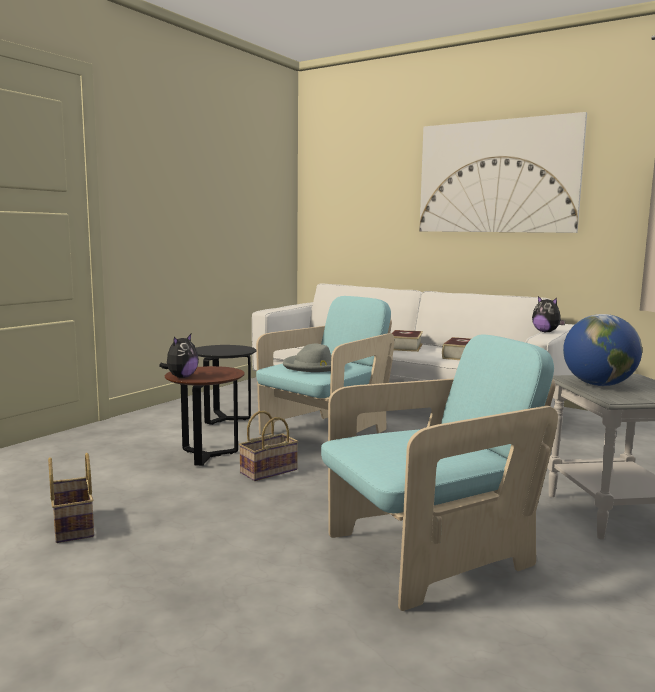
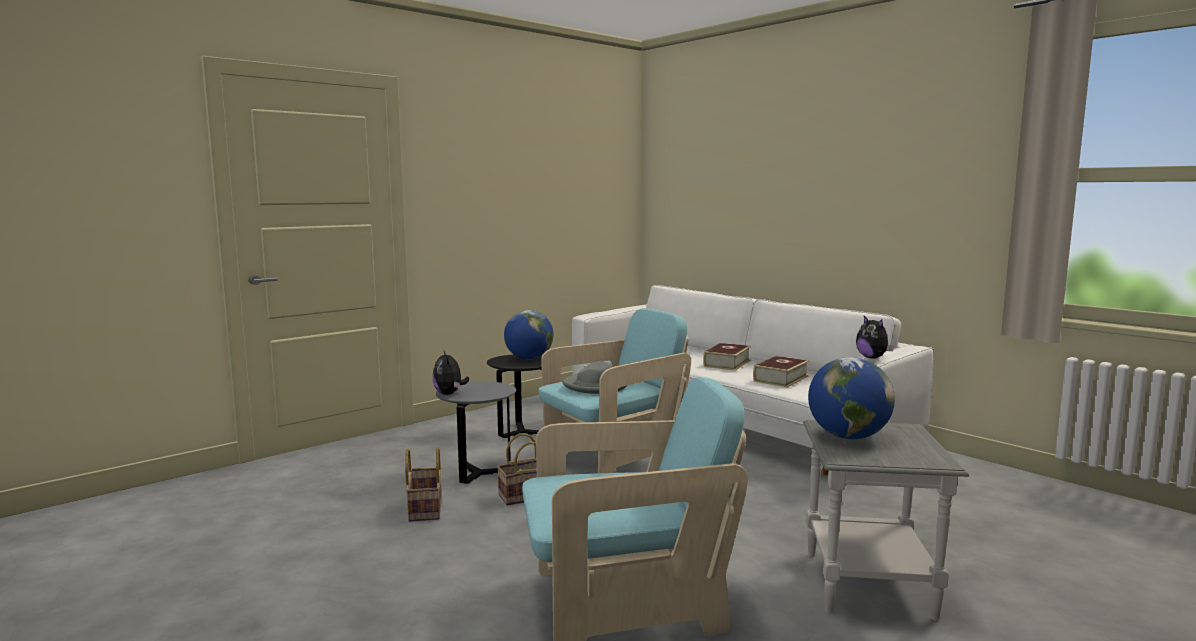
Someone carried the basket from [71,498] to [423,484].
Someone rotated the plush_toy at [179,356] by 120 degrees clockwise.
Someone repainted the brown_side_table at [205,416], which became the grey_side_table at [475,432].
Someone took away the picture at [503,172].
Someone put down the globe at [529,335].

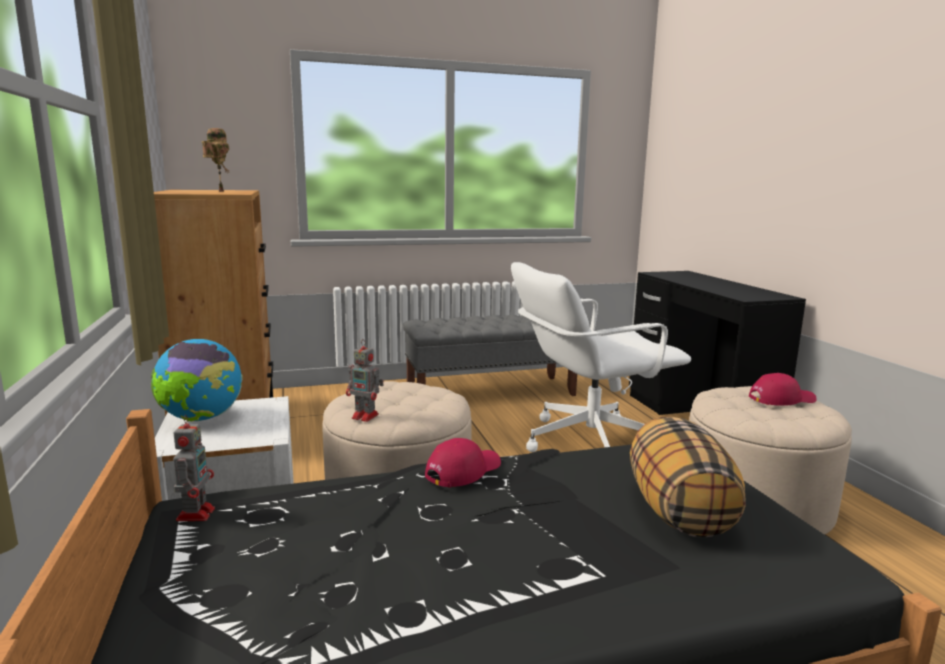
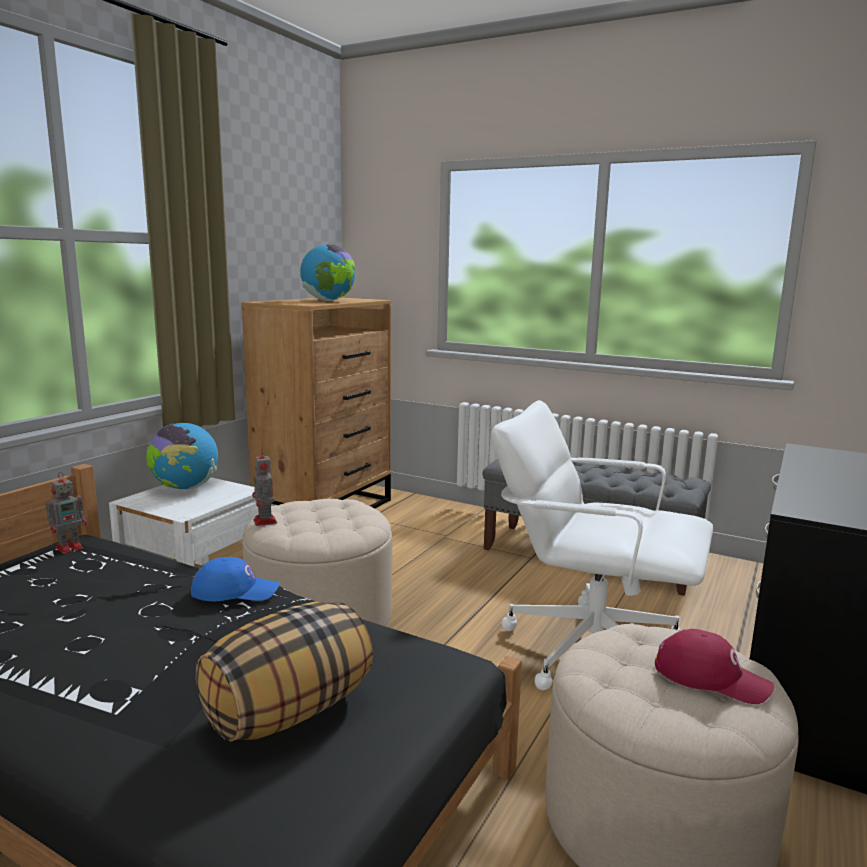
Someone swapped the toy_robot at [215,160] for the globe at [327,273].
Someone repainted the red_cap at [463,463], which became the blue_cap at [235,579].

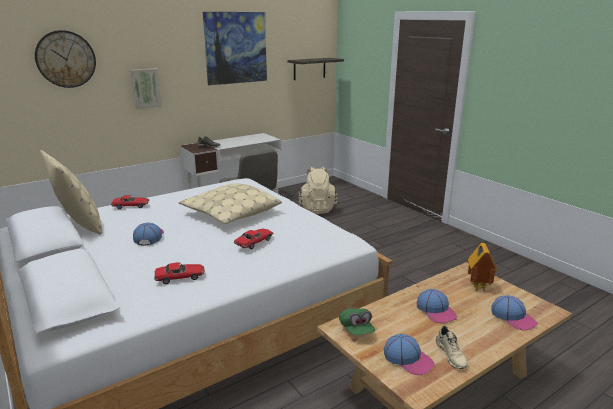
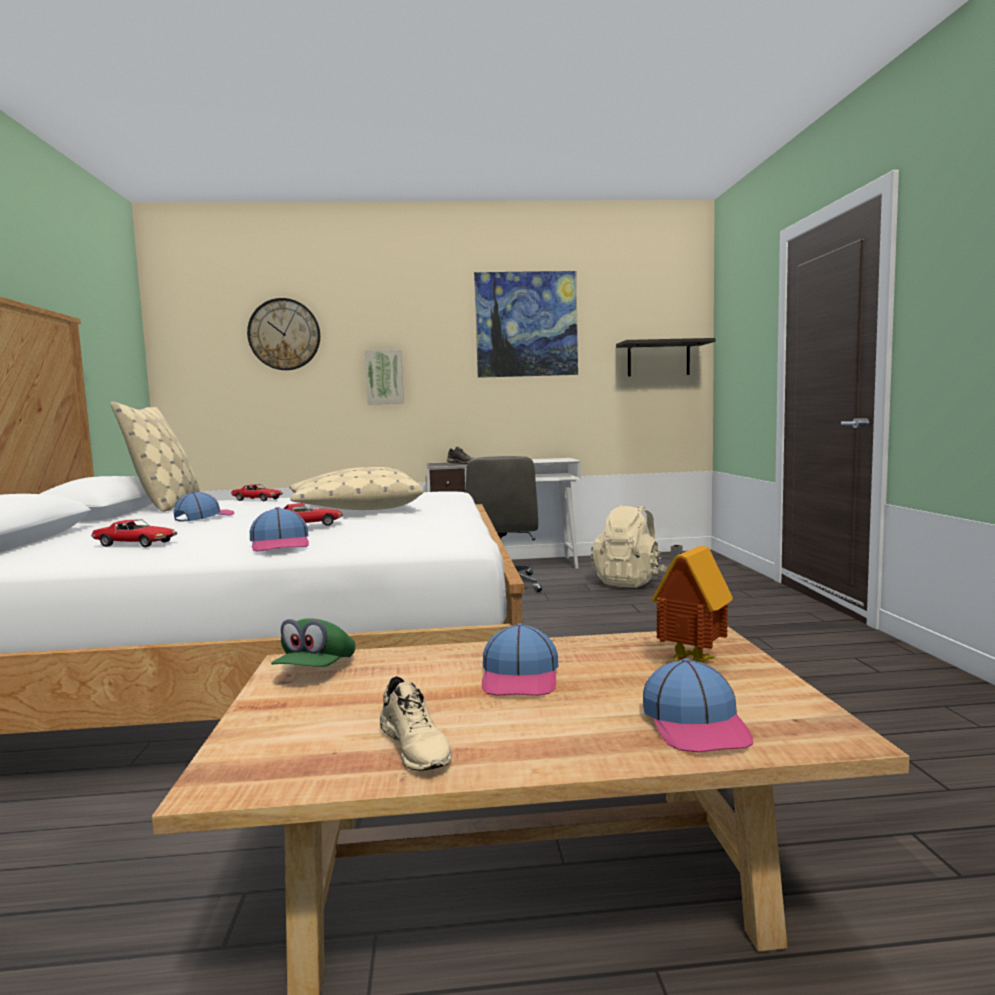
Someone carried the cap from [409,354] to [279,529].
Someone rotated the beige_shoe at [452,347] by 45 degrees counterclockwise.

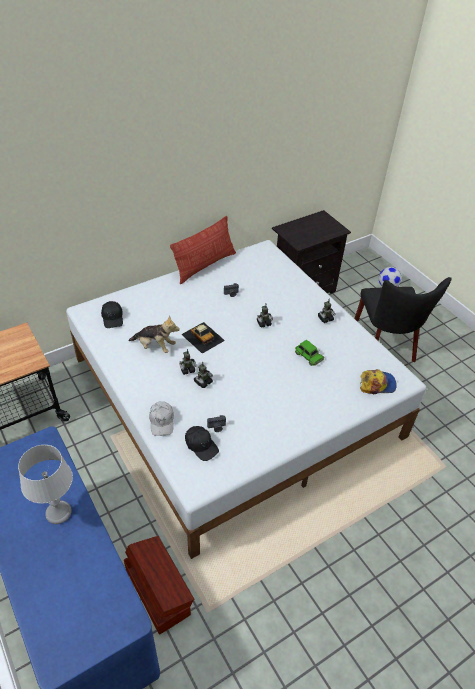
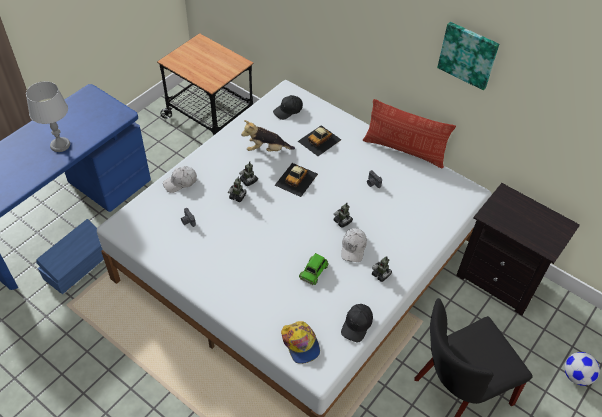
Someone repainted the brown_storage_box at [159,585], which became the blue_storage_box at [70,256].
Someone rotated the plush_toy at [154,334] by 90 degrees clockwise.
Someone carried the black_cap from [202,443] to [357,323].
Someone put down the toy_car at [319,140].
Someone put down the white_cap at [354,245].
Someone put up the picture at [468,56].

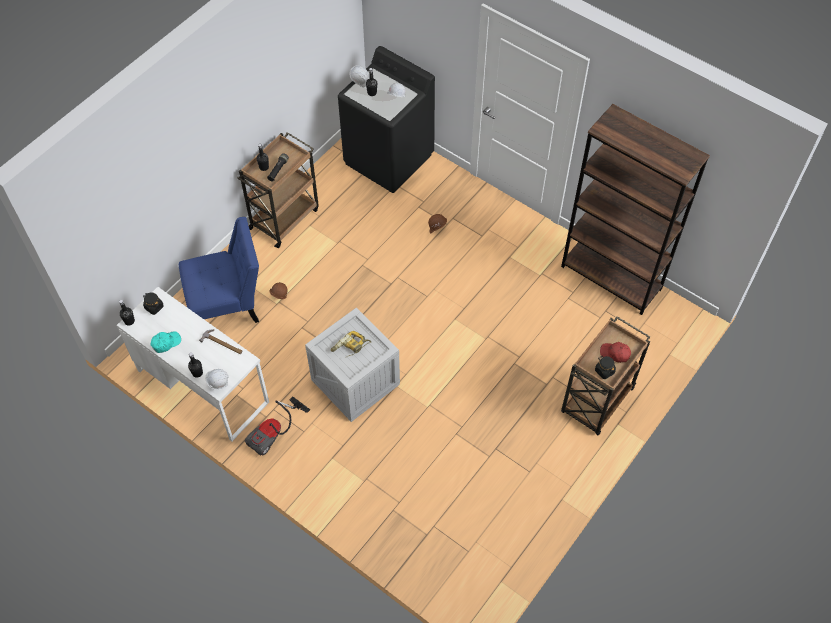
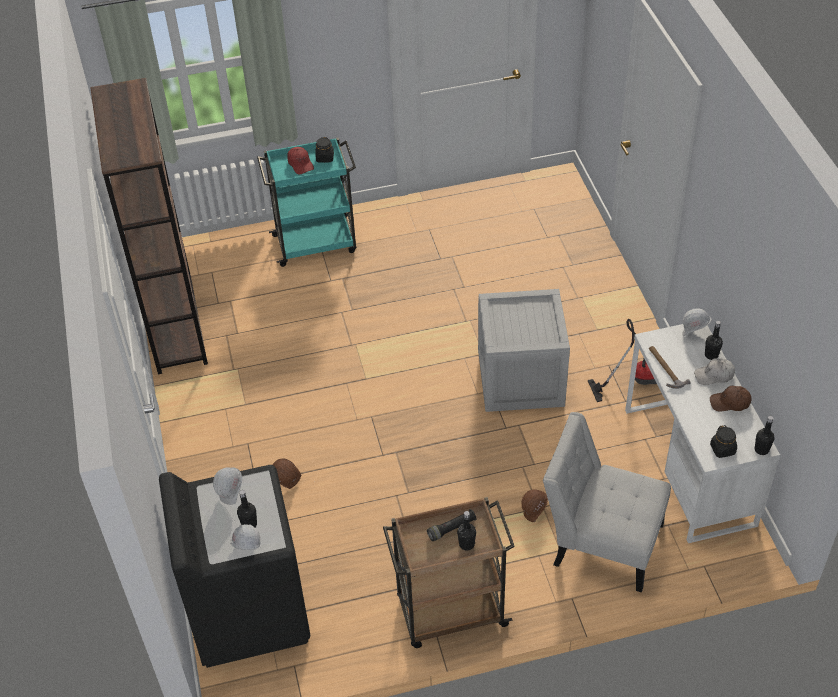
Someone repainted the turquoise_cap at [166,342], which became the brown_cap at [730,398].
Someone repainted the blue_chair at [219,270], which became the white_chair at [607,502].
Someone took away the power_drill at [351,344].
Someone repainted the brown_cart at [605,375], which became the turquoise_cart at [306,202].
Someone put down the white_cap at [714,371].

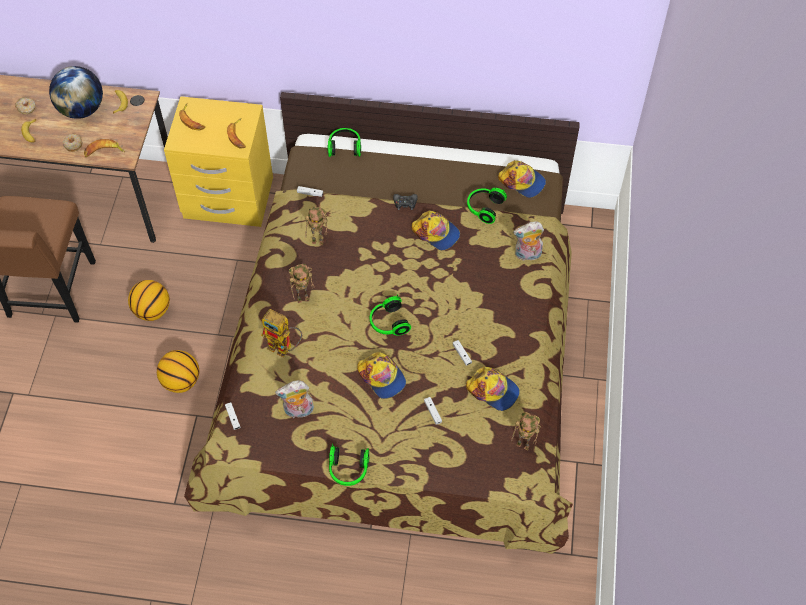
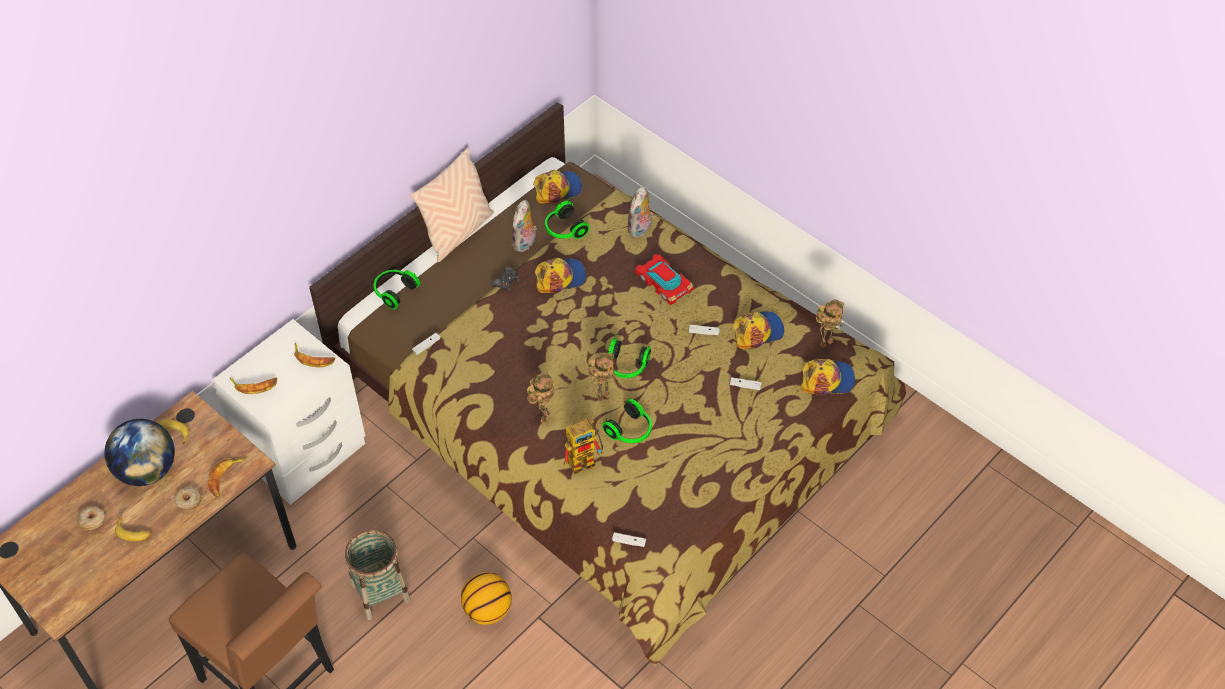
Someone swapped the basketball at [149,300] for the basket at [378,575].
Someone repainted the yellow_nightstand at [218,161], which became the white_nightstand at [288,412].
Someone carried the plush_toy from [294,399] to [524,226].
Someone carried the toy_robot from [316,226] to [602,376].
Someone carried the headphones from [349,465] to [627,421].
Someone carried the cap from [381,375] to [828,377].
Someone put down the beige_pillow at [452,204].
Someone put down the toy_car at [664,279].

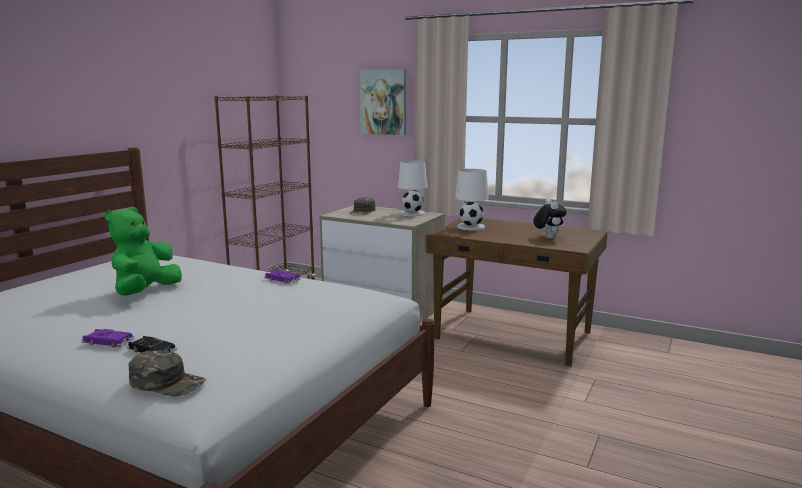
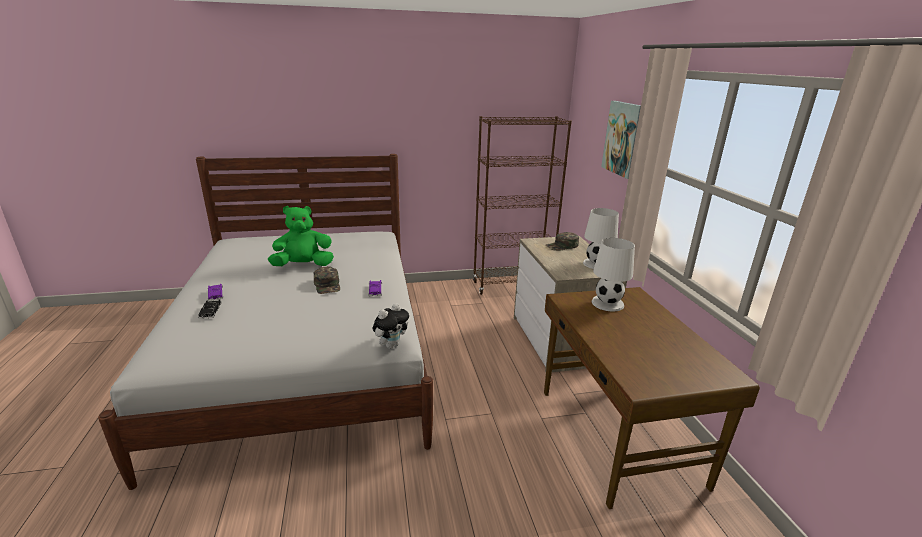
Someone carried the green_cap from [167,373] to [327,280].
Someone carried the plush_toy from [549,219] to [390,326].

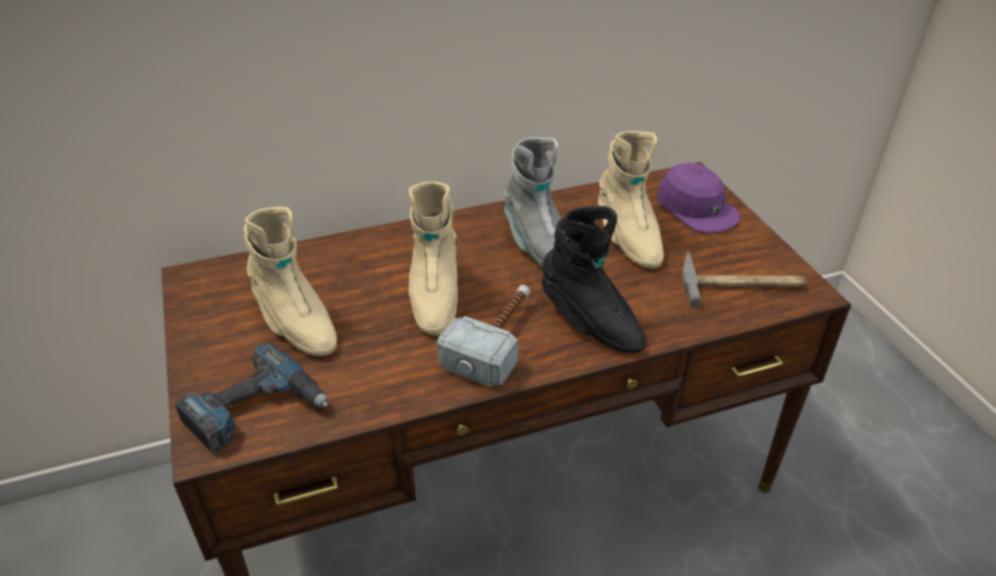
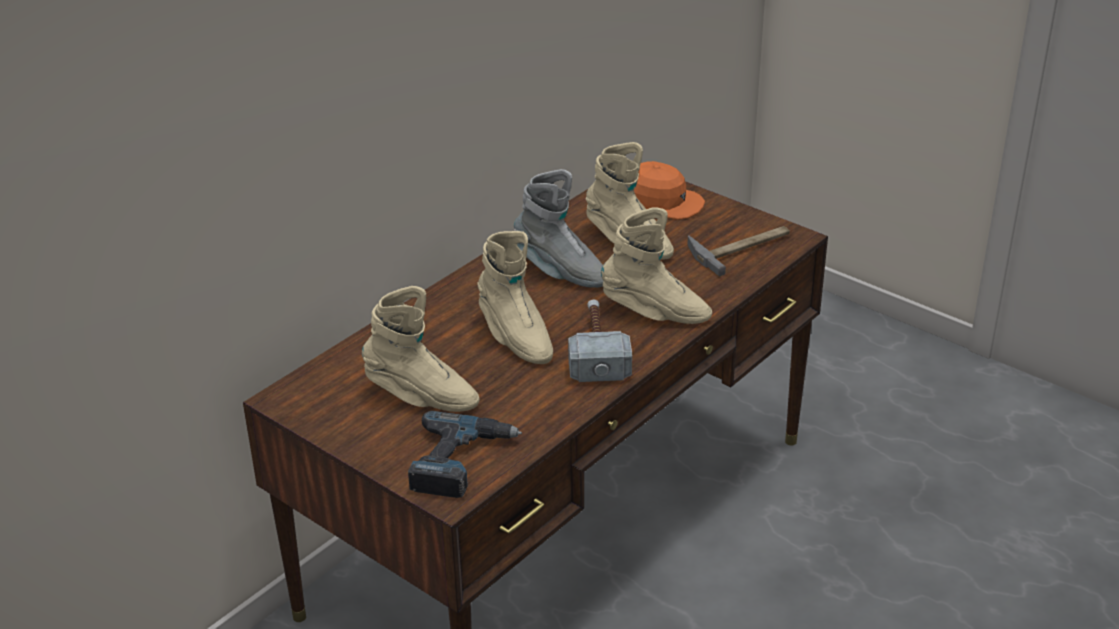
Someone repainted the black_boot at [594,279], which became the beige_boot at [656,265].
Someone repainted the purple_cap at [698,198], which became the orange_cap at [669,190].

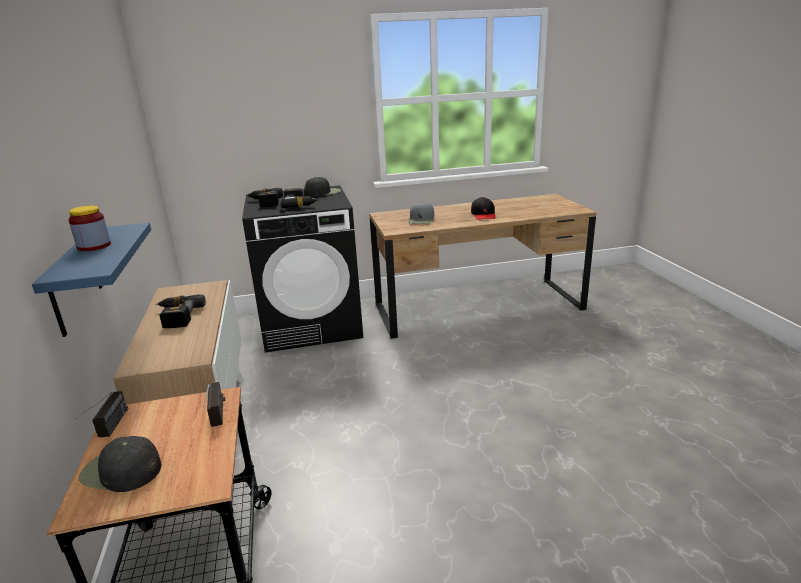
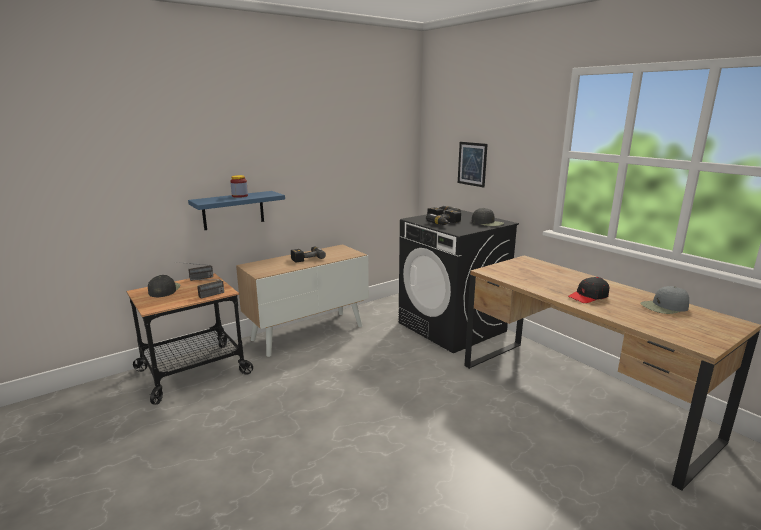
Someone carried the grey_cap from [421,213] to [664,300].
Someone put up the picture at [473,164].

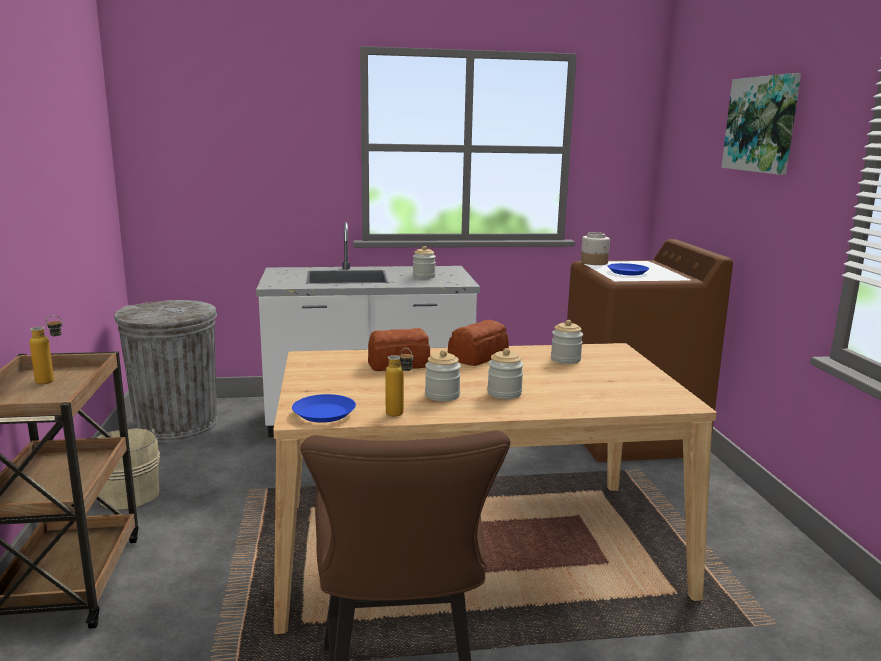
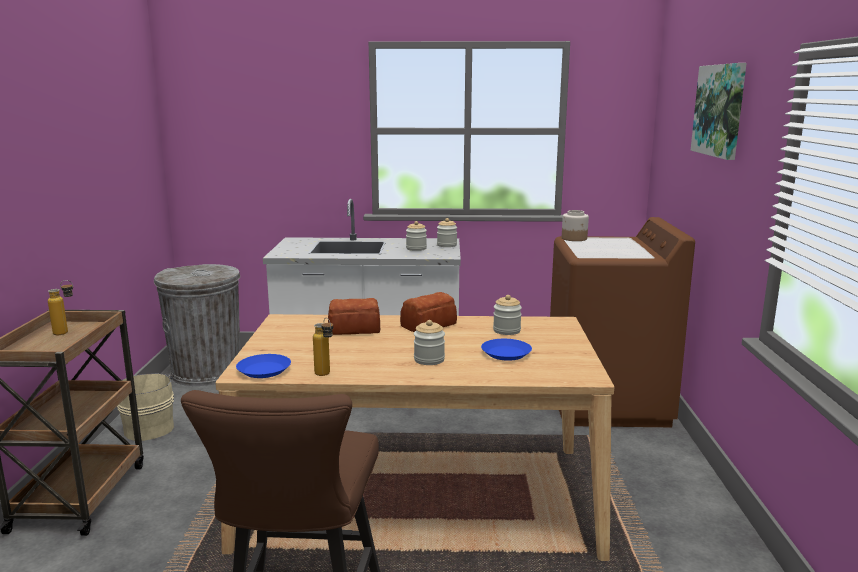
Someone carried the jar from [443,375] to [447,232].
Someone carried the blue_plate from [628,269] to [506,350].

